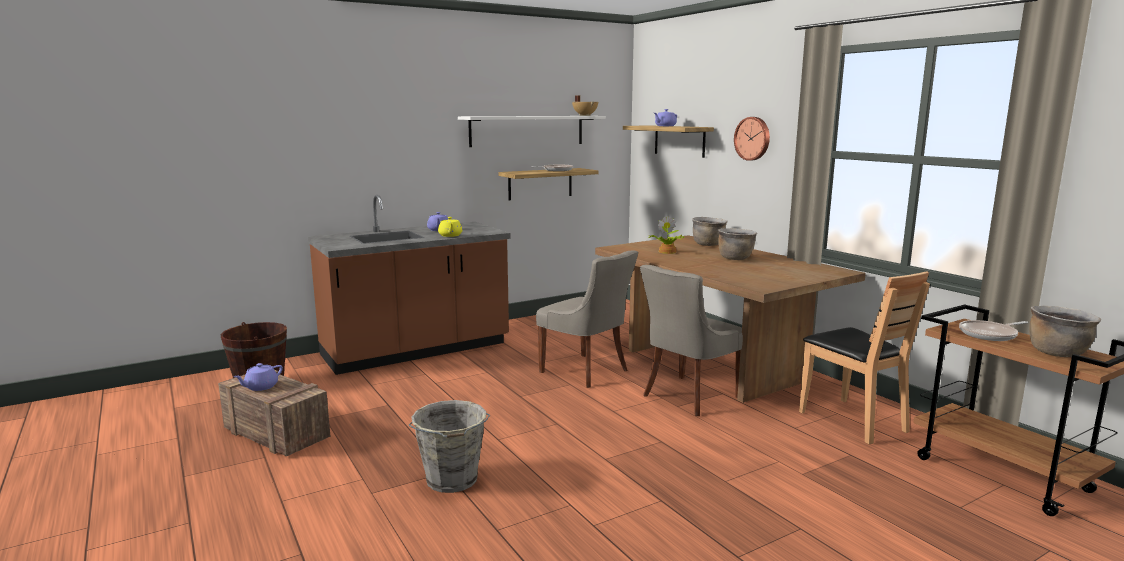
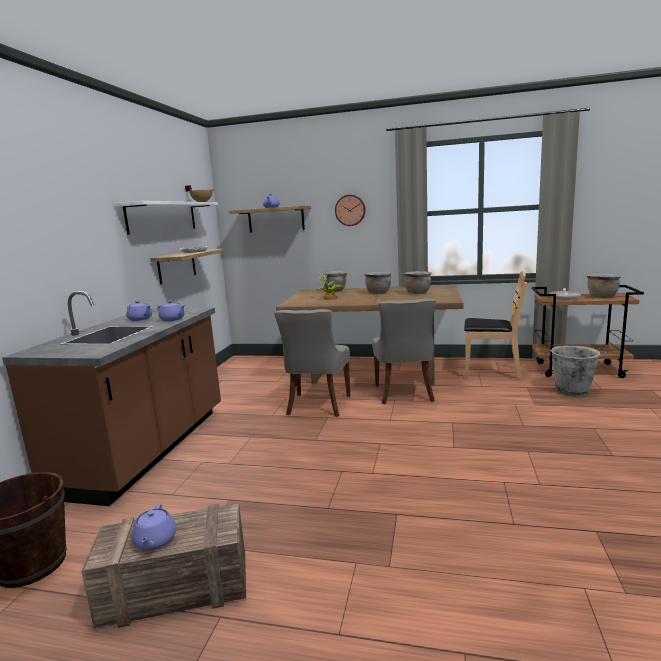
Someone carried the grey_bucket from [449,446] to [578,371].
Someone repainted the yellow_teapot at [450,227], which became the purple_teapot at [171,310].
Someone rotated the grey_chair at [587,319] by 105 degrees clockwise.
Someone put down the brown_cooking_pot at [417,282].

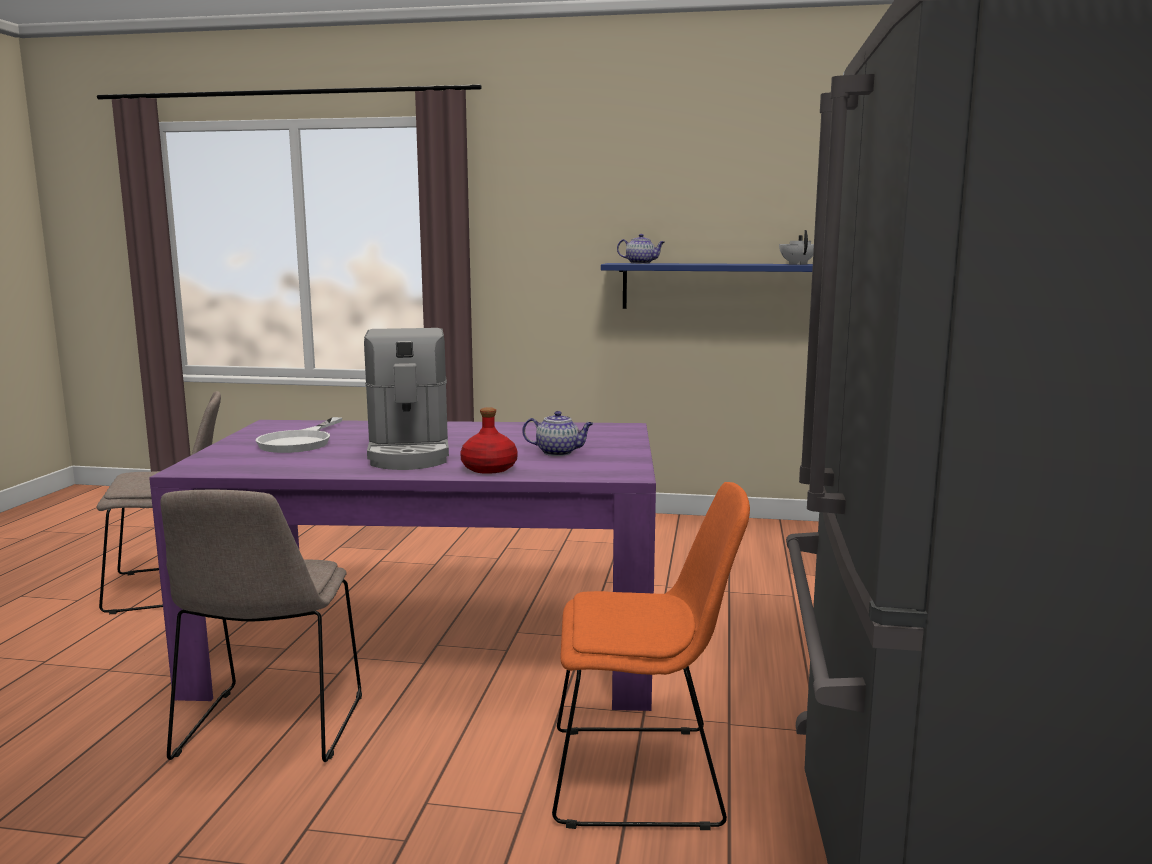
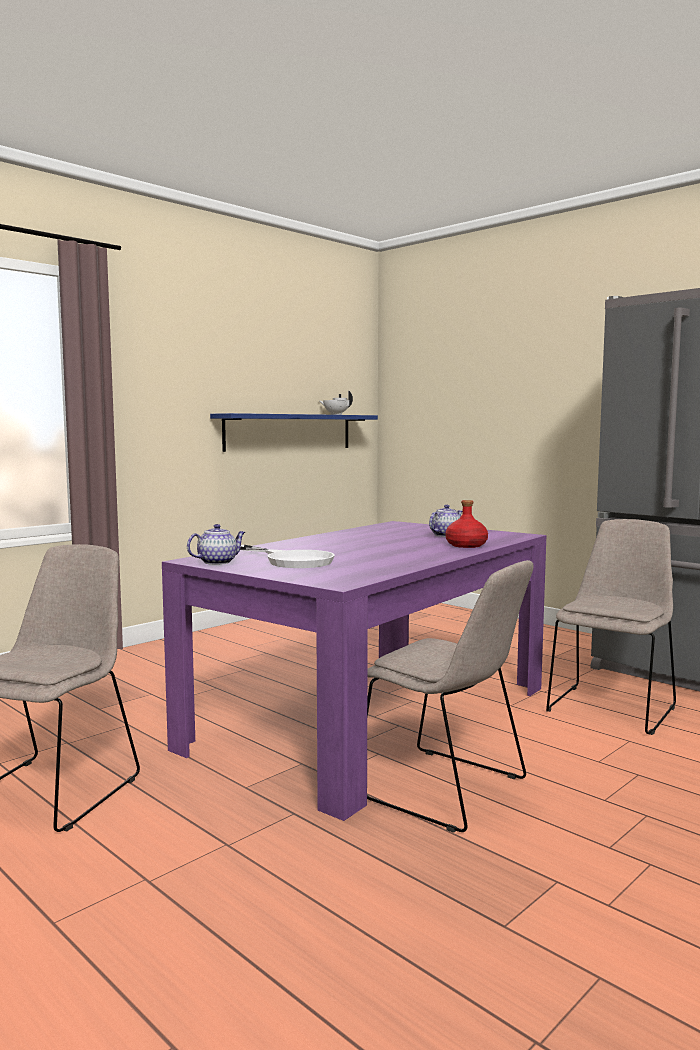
Someone took away the coffee_machine at [406,399].
Someone repainted the orange_chair at [651,656], which became the beige_chair at [611,627].
Someone carried the teapot from [641,249] to [216,544].

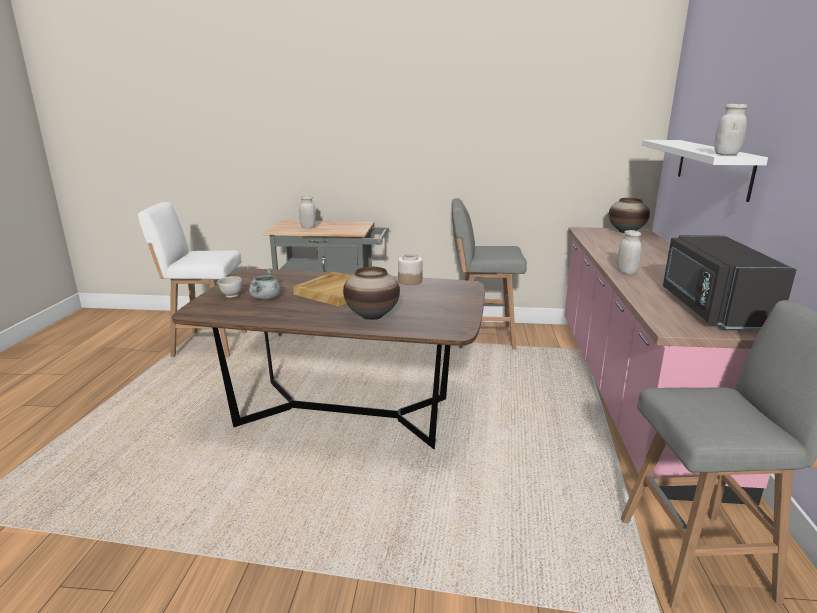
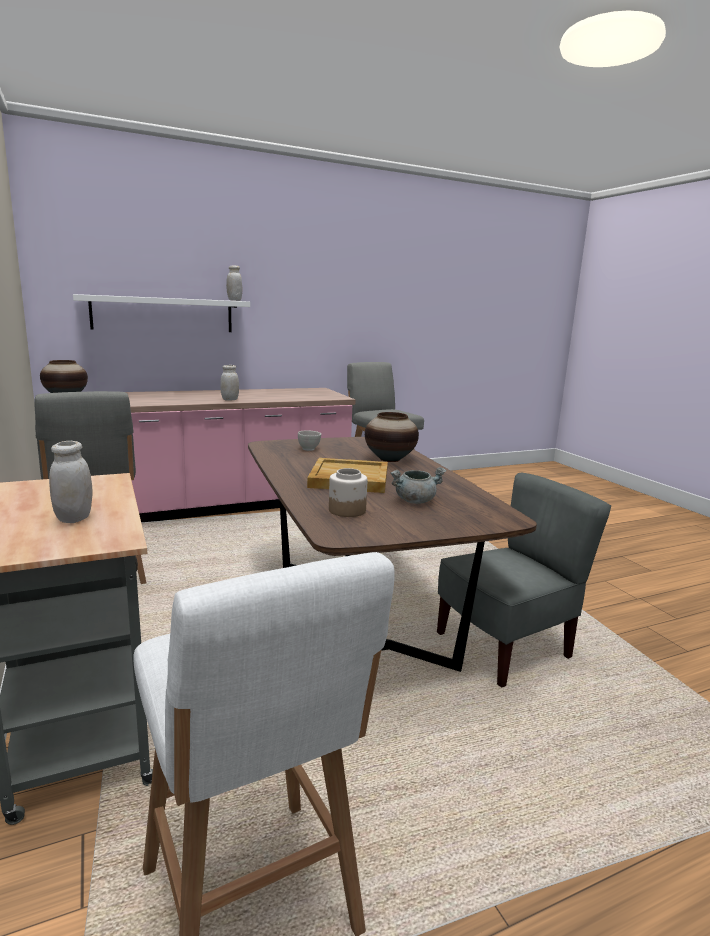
Someone carried the white_bowl from [230,287] to [309,441].
Someone carried the jar from [410,269] to [348,492].
Someone took away the black_microwave at [729,282].
Someone put down the grey_chair at [524,580].

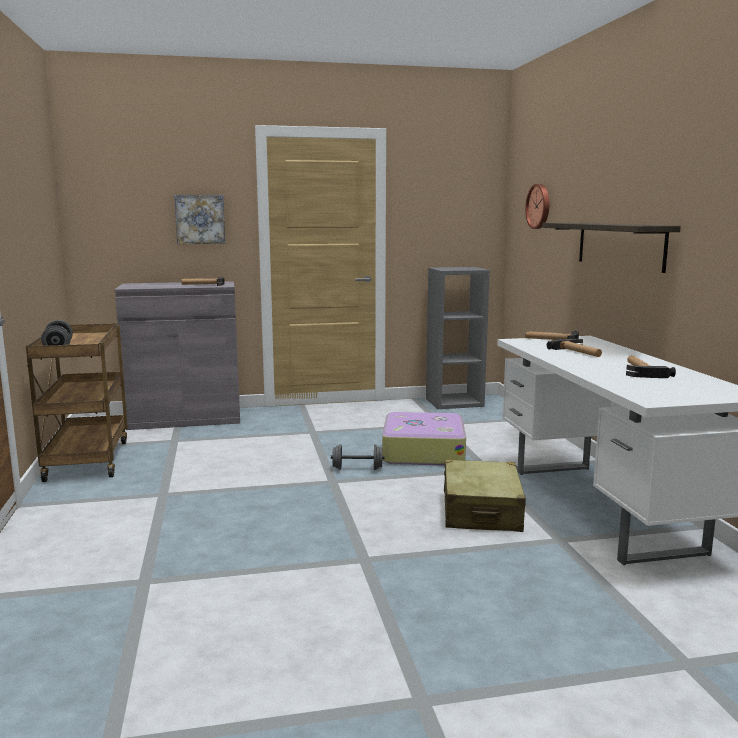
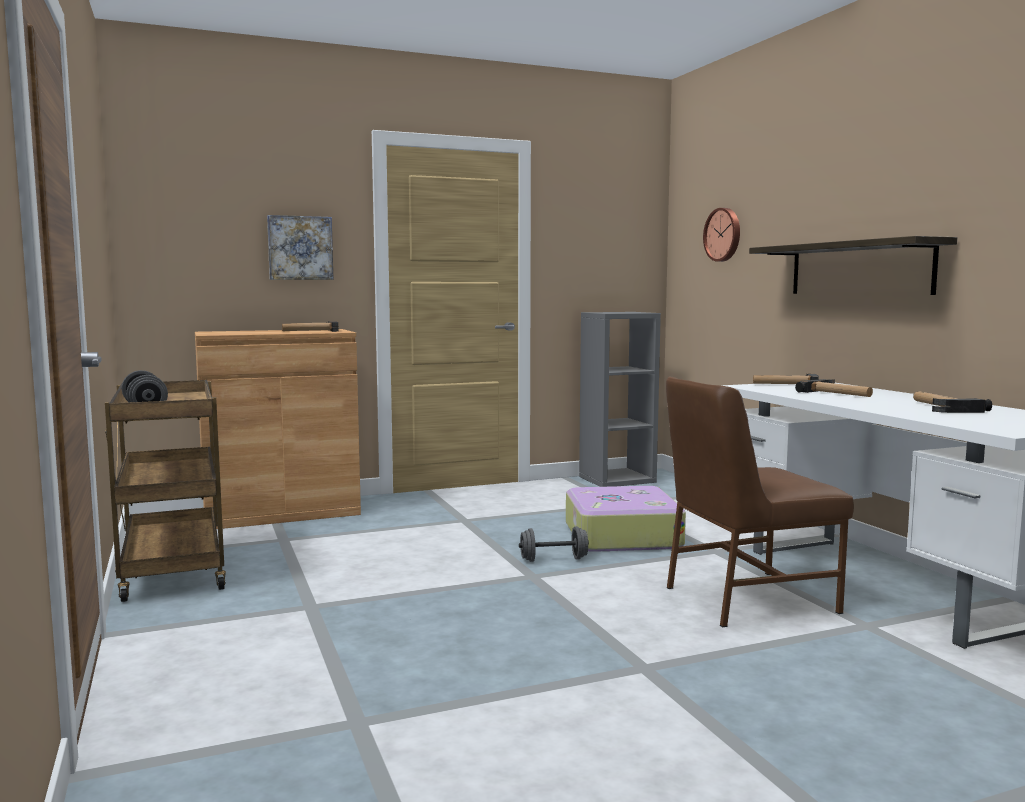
Someone repainted the grey_cabinet at [177,355], which became the brown_cabinet at [278,429].
Someone swapped the beige_suitcase at [485,496] for the brown_chair at [760,502].

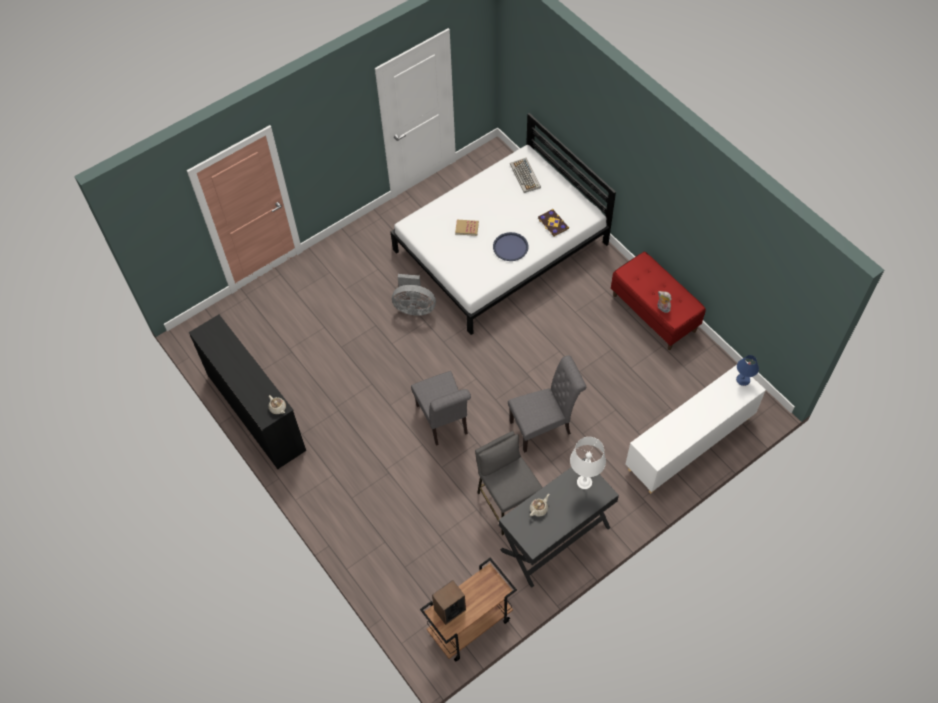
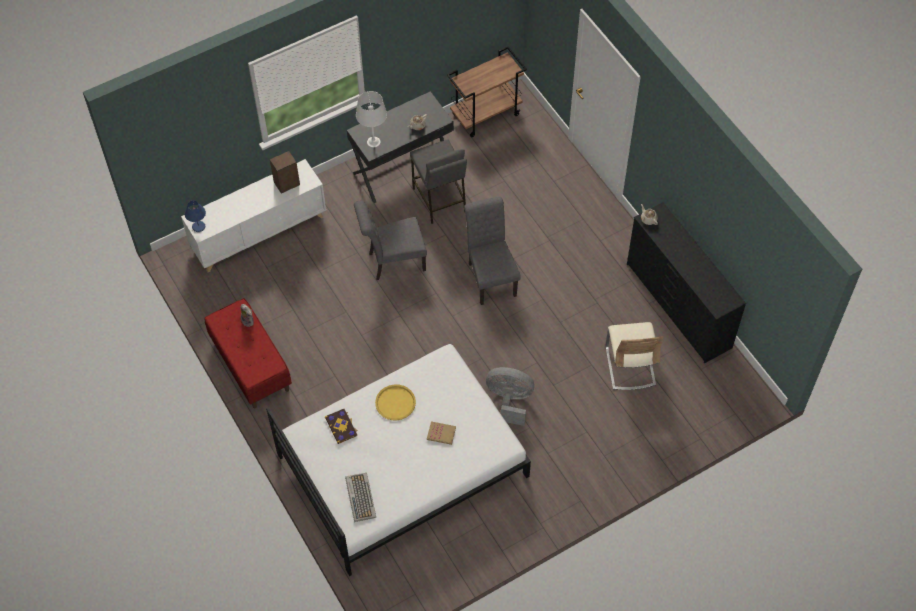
Someone carried the speaker from [449,602] to [285,172].
Someone repainted the blue_tray at [510,246], which became the yellow_tray at [395,402].
Someone put down the beige_chair at [635,356].

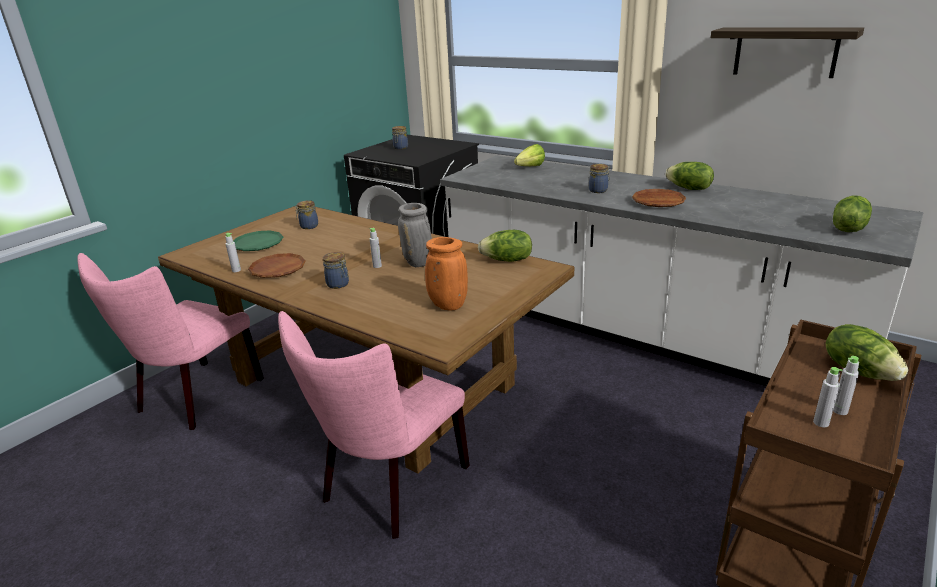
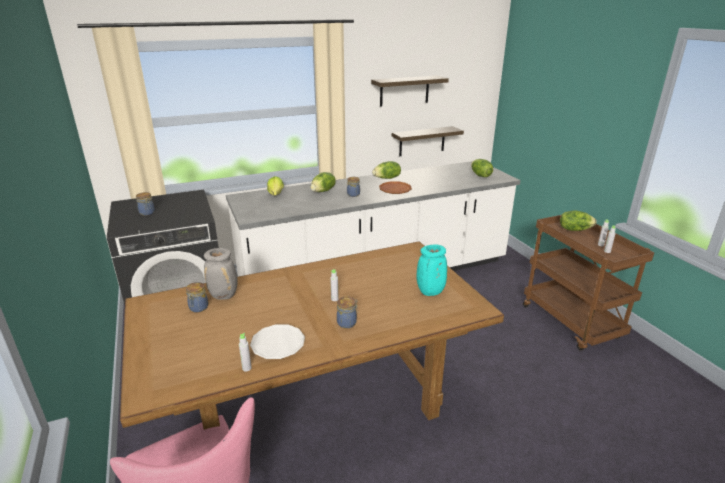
Someone took away the green_plate at [258,241].
Someone repainted the brown_plate at [277,265], which became the white_plate at [277,341].
Someone took away the pink_chair at [374,425].
Someone carried the grey_vase from [415,235] to [221,274].
Someone repainted the orange_vase at [446,274], which became the turquoise_vase at [432,270].
Someone carried the lettuce from [505,246] to [323,182].
Someone put up the shelf at [428,141].

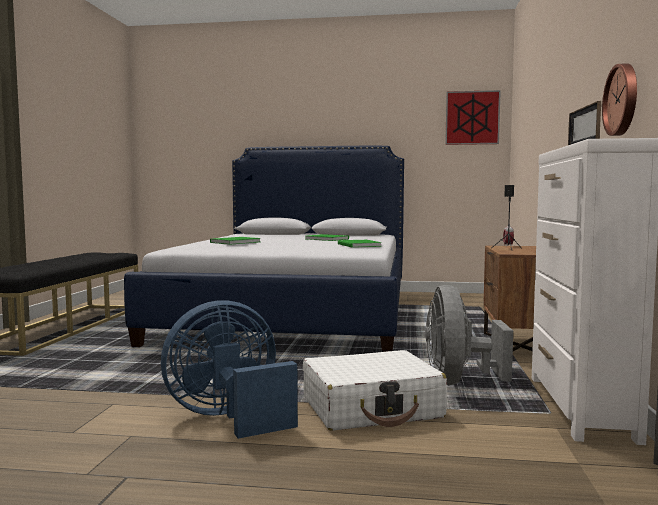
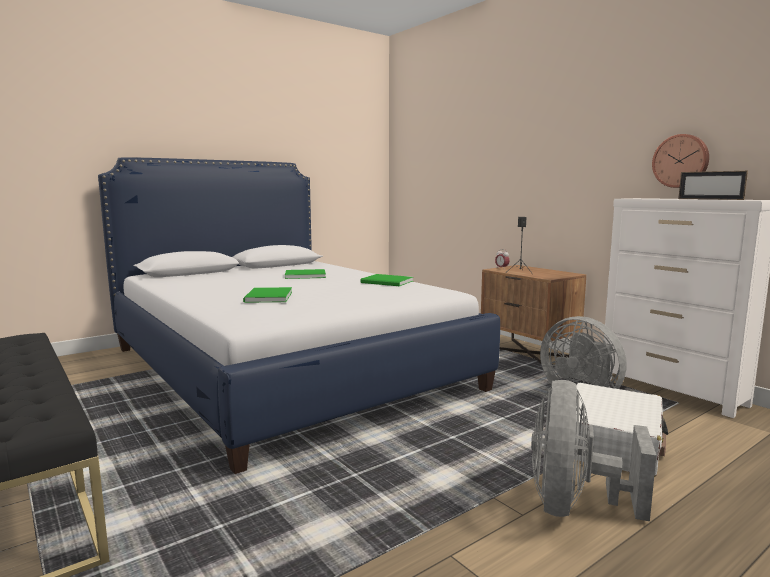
Someone repainted the blue_fan at [229,369], which became the grey_fan at [593,450].
Someone took away the picture at [473,117].

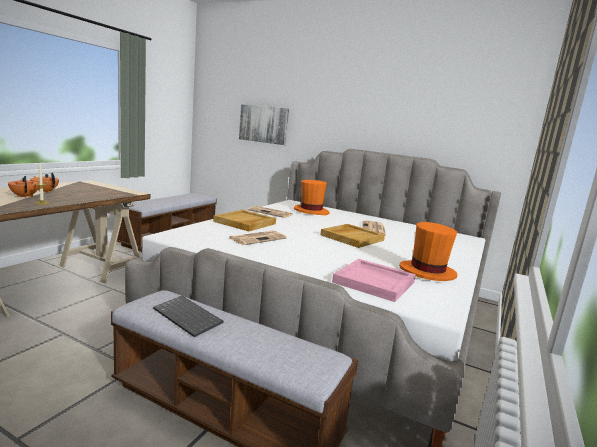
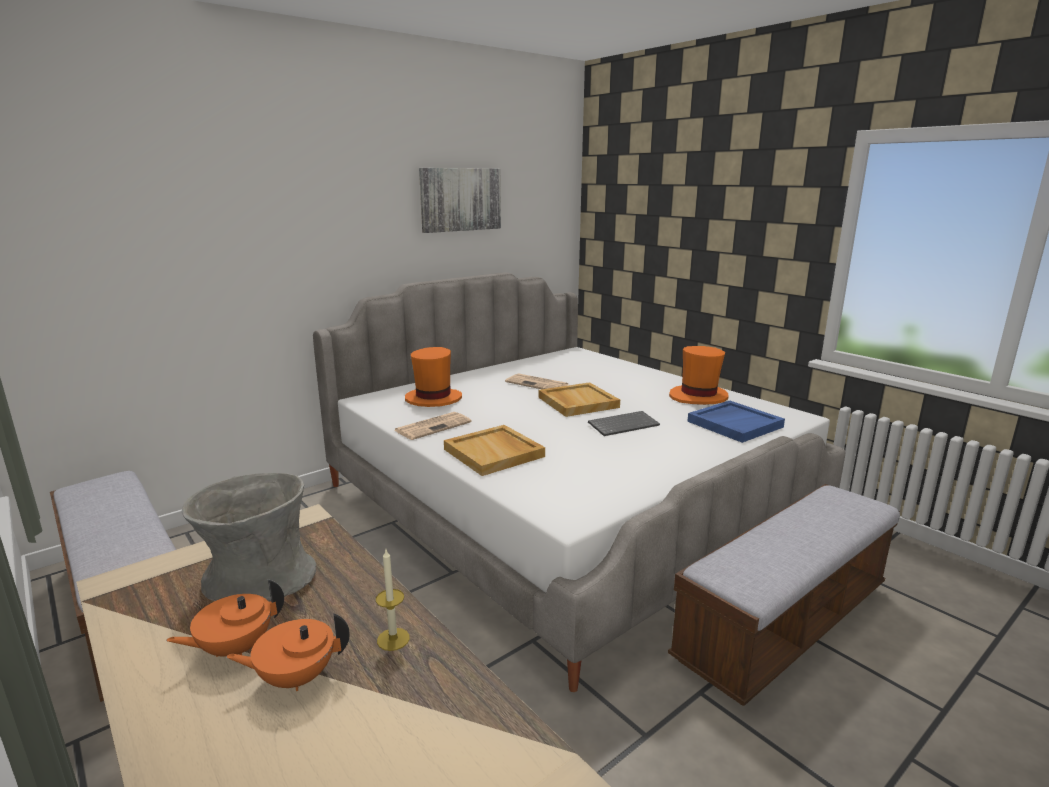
Someone carried the keyboard from [188,316] to [624,423].
Someone took away the newspaper at [258,238].
Someone carried the picture from [264,124] to [460,200].
Someone repainted the pink_tray at [374,280], which became the blue_tray at [736,422].
Someone put down the grey_vase at [249,537].

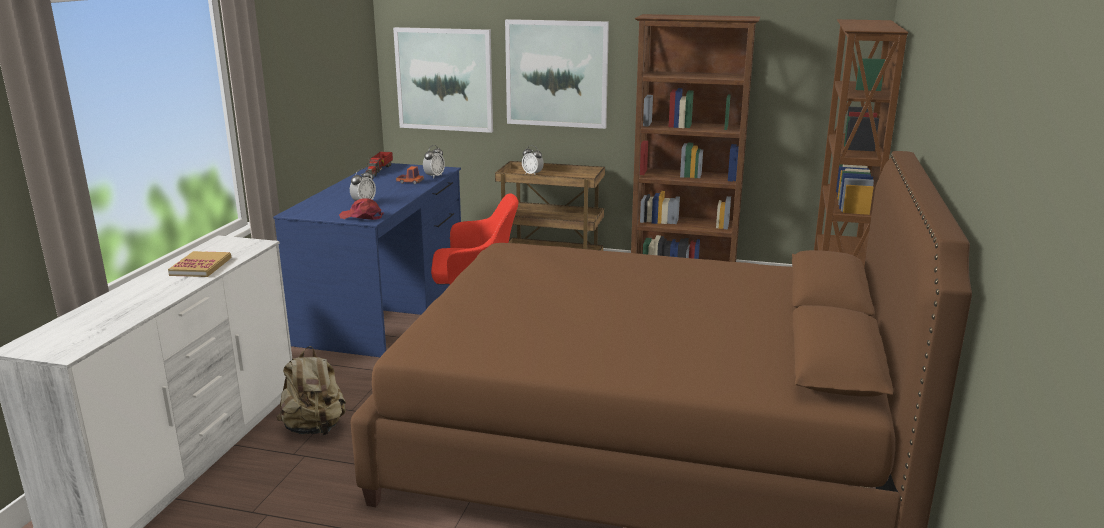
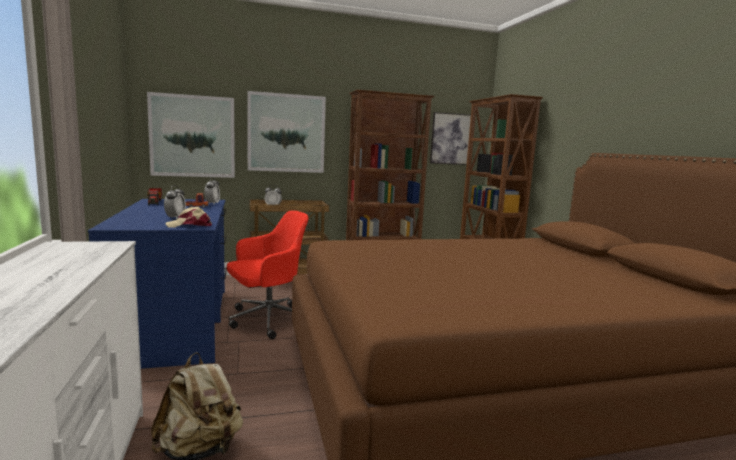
Someone took away the book at [199,264].
Someone repainted the red_cap at [361,209], which became the beige_cap at [188,217].
Someone put up the picture at [450,138].

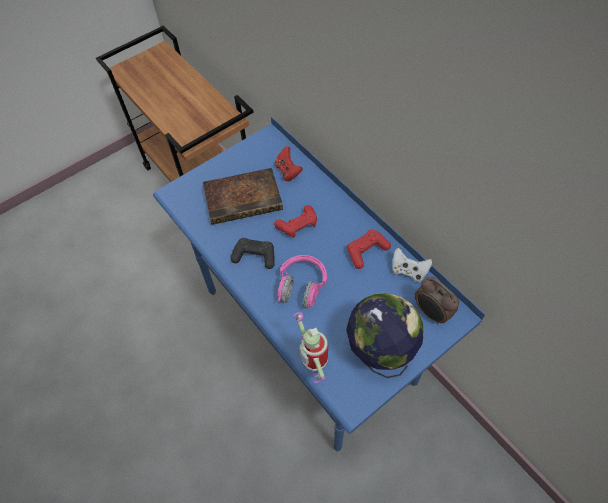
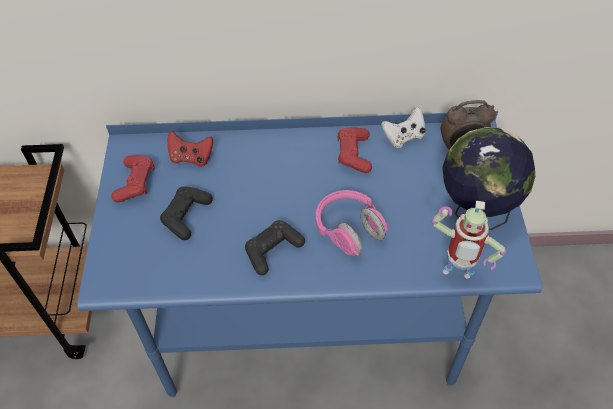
Someone swapped the book at [243,196] for the black_game_controller at [186,213].
Someone carried the red_game_controller from [295,221] to [133,179].

